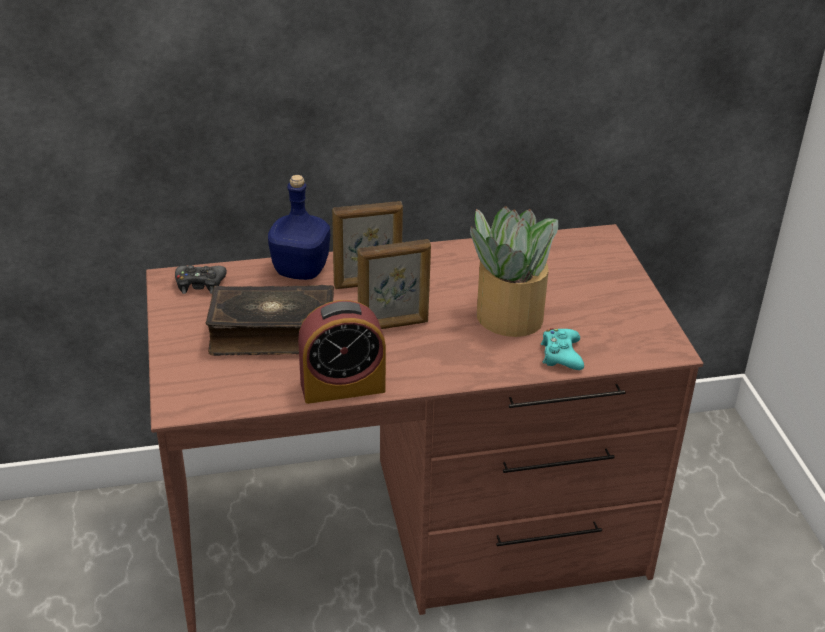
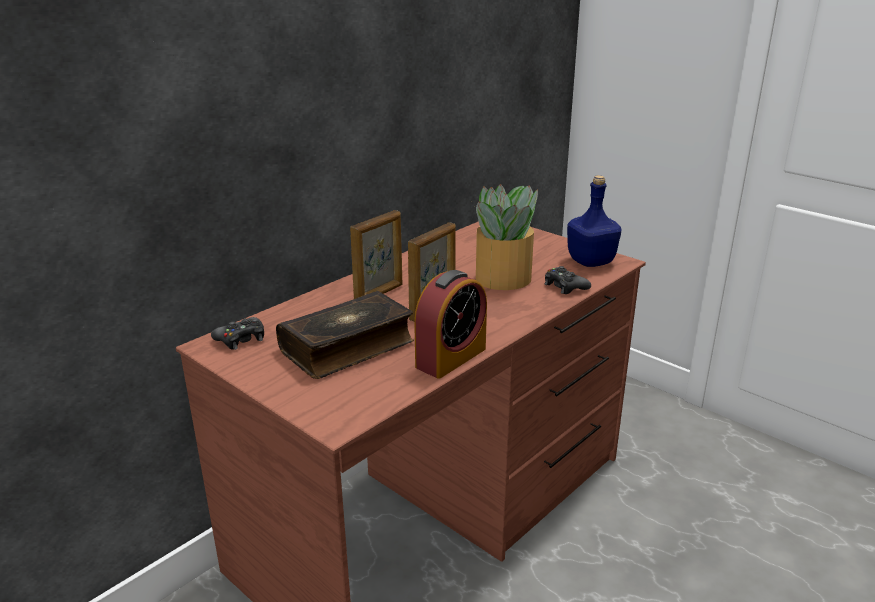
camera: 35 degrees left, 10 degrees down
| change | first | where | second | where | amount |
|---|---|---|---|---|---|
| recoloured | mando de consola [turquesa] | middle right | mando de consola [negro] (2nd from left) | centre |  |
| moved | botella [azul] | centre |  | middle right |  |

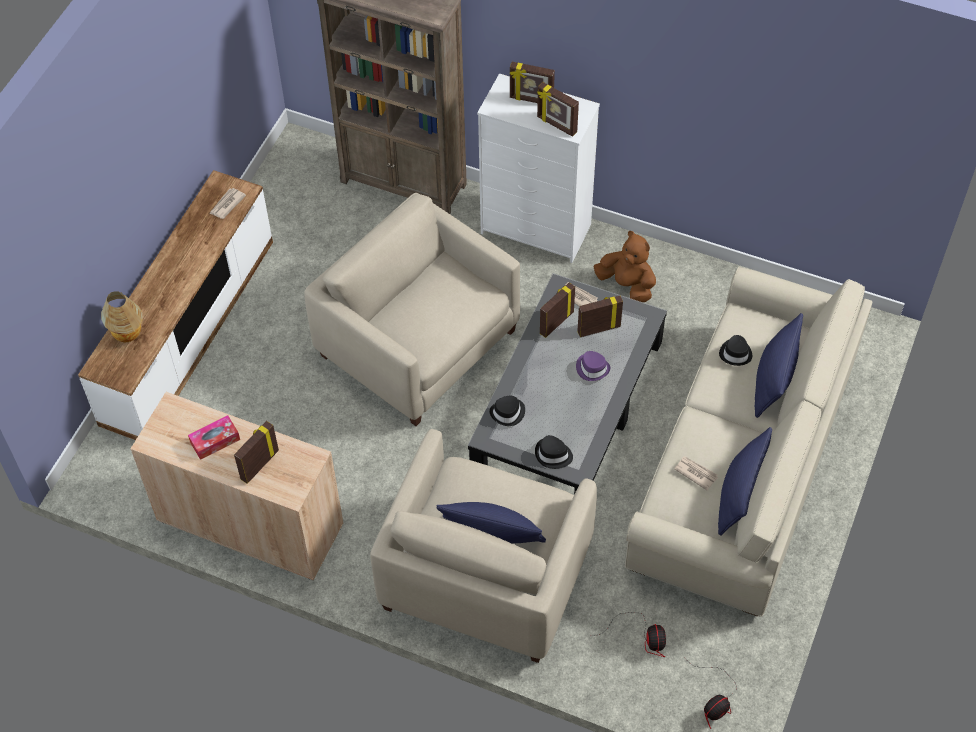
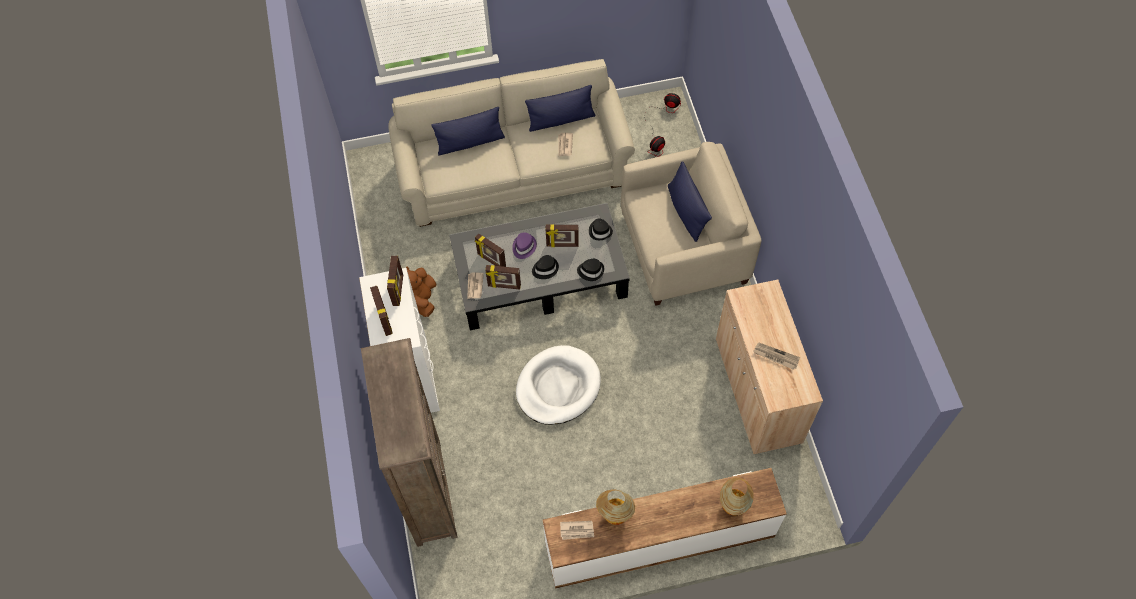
camera: 125 degrees left, 5 degrees up
| change | first | where | second | where | amount |
|---|---|---|---|---|---|
| replaced | sillón [beis] (1st from left) | centre | cama para perro [blanco] | centre |  |
| moved | sombrero [negro] (3rd from left in the first image) | middle right | sombrero [negro] (1st from left) | centre |  |
| moved | portarretratos (1st from left in the first image) | middle left | portarretratos (5th from left) | centre |  |
| added |  |  | lámpara de mesa (1st from left) | bottom centre |  |
| replaced | caja de pañuelos | middle left | periódico (4th from left) | middle right |  |

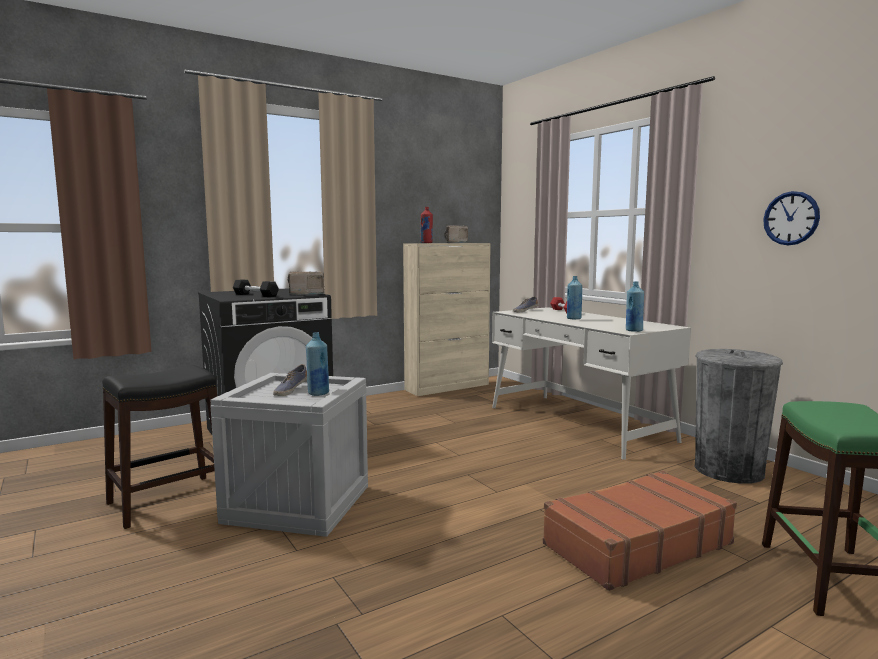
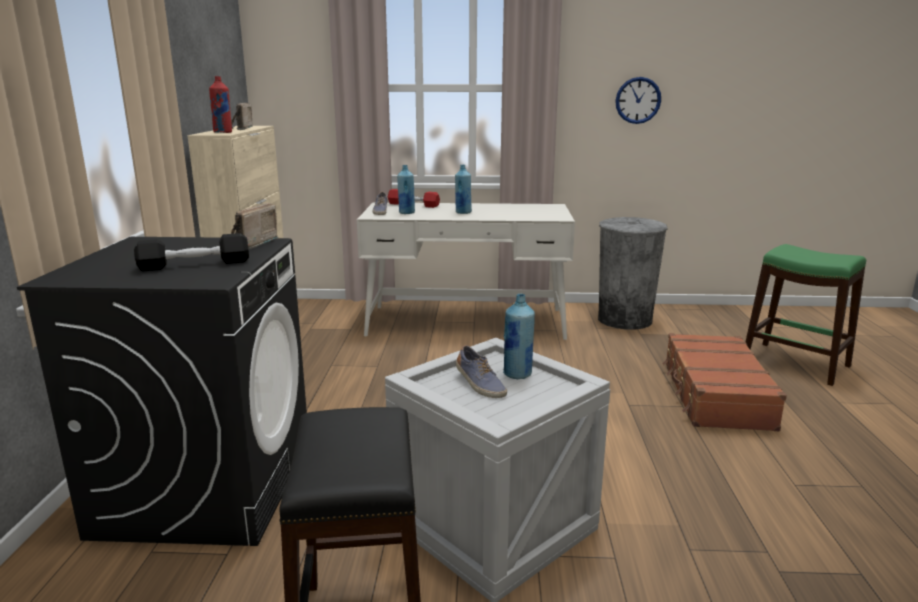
camera: 55 degrees left, 10 degrees up
| change | first | where | second | where | amount |
|---|---|---|---|---|---|
| moved | botella [azul] (3rd from left in the first image) | middle right | botella [azul] (1st from left) | top centre |  |

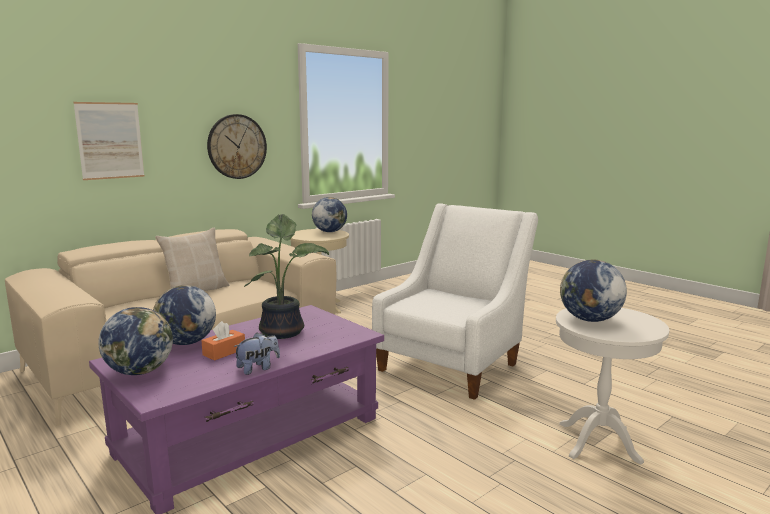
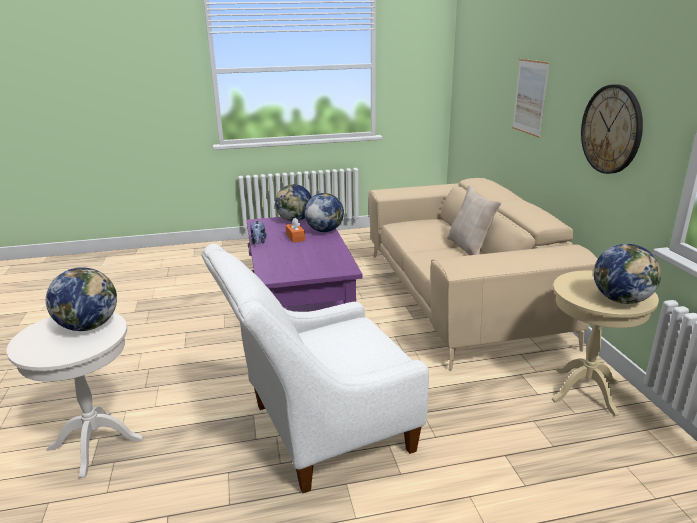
camera: 120 degrees right, 10 degrees up
| change | first | where | second | where | amount |
|---|---|---|---|---|---|
| turned | sillón [blanco] | centre |  | bottom centre | 90 degrees clockwise |
| removed | planta en maceta | centre |  |  |  |

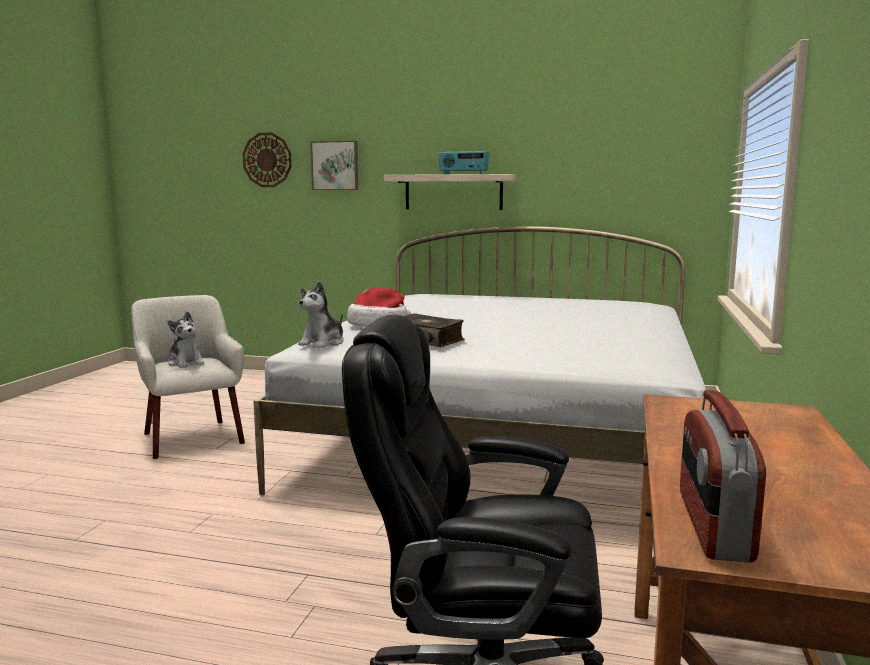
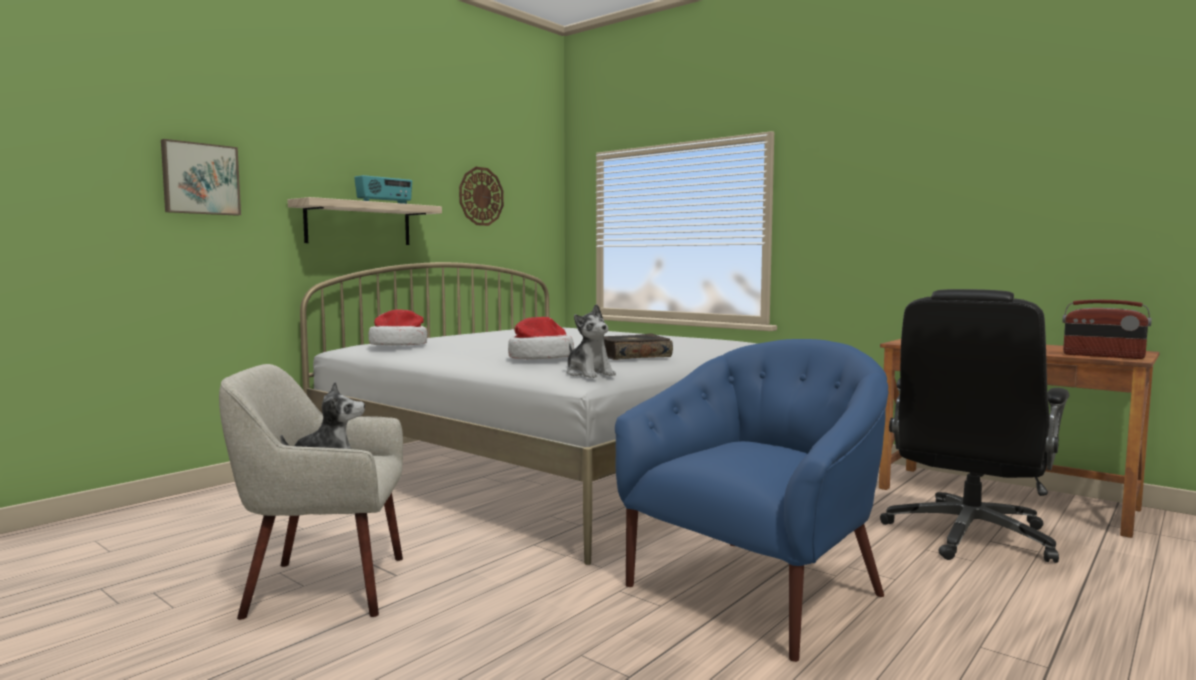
camera: 65 degrees left, 5 degrees down
| change | first | where | second | where | amount |
|---|---|---|---|---|---|
| added |  |  | sombrero (1st from left) | middle left |  |
| moved | reloj de pared | top left |  | top centre |  |
| added |  |  | sillón [azul] | bottom centre |  |

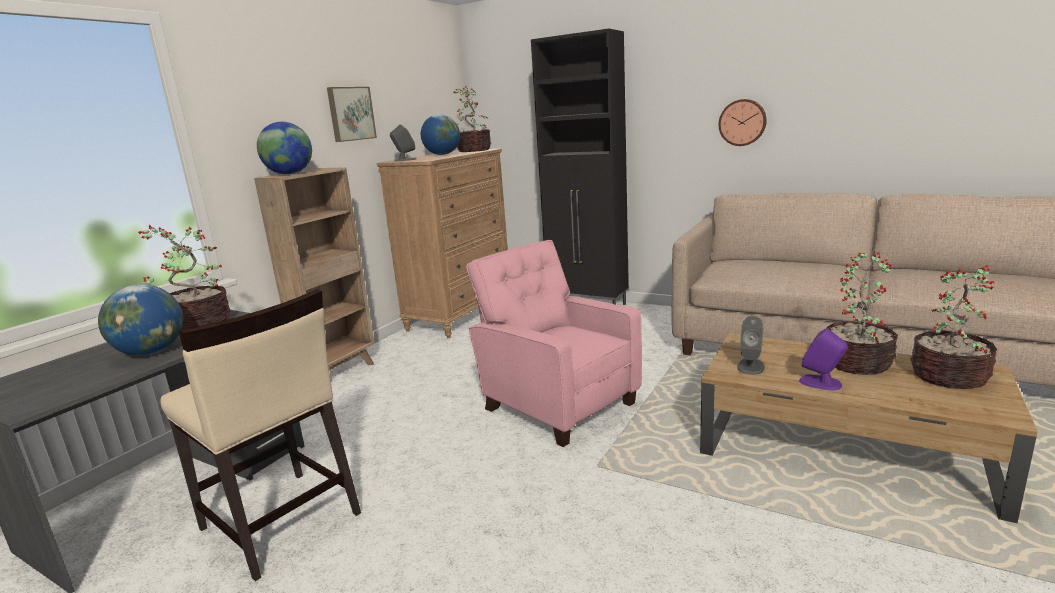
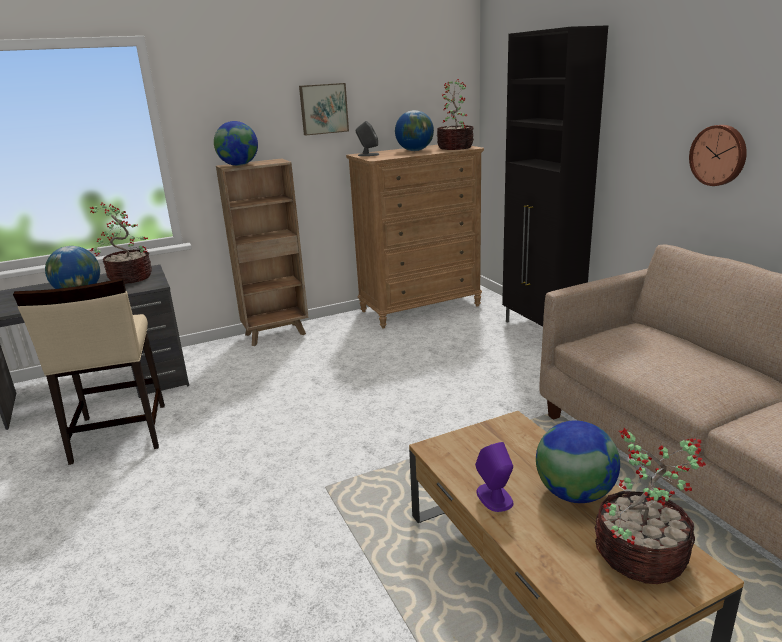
camera: 35 degrees right, 5 degrees up
| change | first | where | second | where | amount |
|---|---|---|---|---|---|
| replaced | planta en maceta (3rd from left) | middle right | globo terráqueo (4th from left) | bottom right |  |
| removed | sillón [rosa] | centre |  |  |  |
| removed | altavoz [gris] (2nd from left) | middle right |  |  |  |

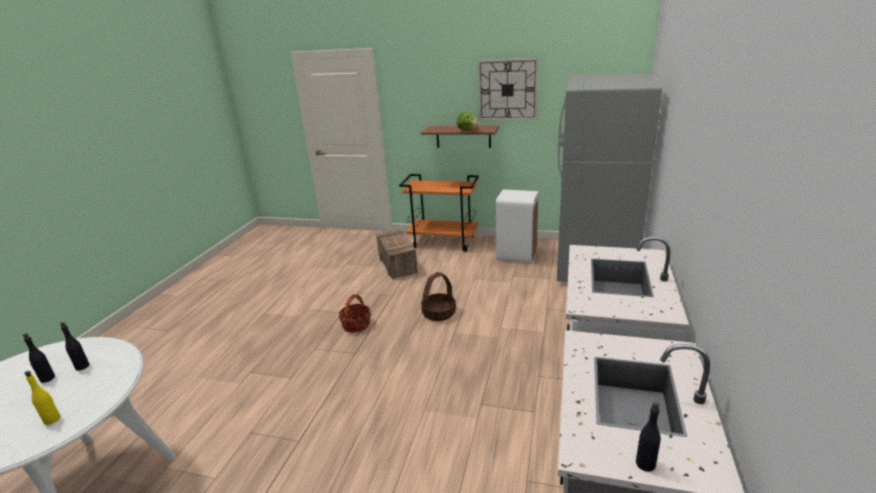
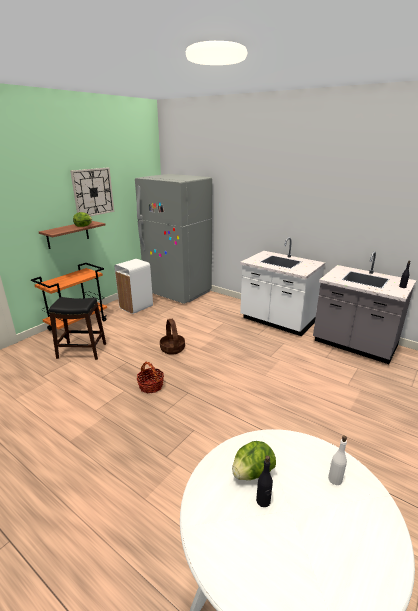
camera: 70 degrees left, 0 degrees up
| change | first | where | second | where | amount |
|---|---|---|---|---|---|
| replaced | caja de embalaje | centre | taburete [negro] | middle left |  |
| replaced | botella [negro] (2nd from left) | bottom left | lechuga (2nd from left) | bottom centre |  |
| recoloured | botella [amarillo] | bottom left | botella [blanco] | bottom right |  |

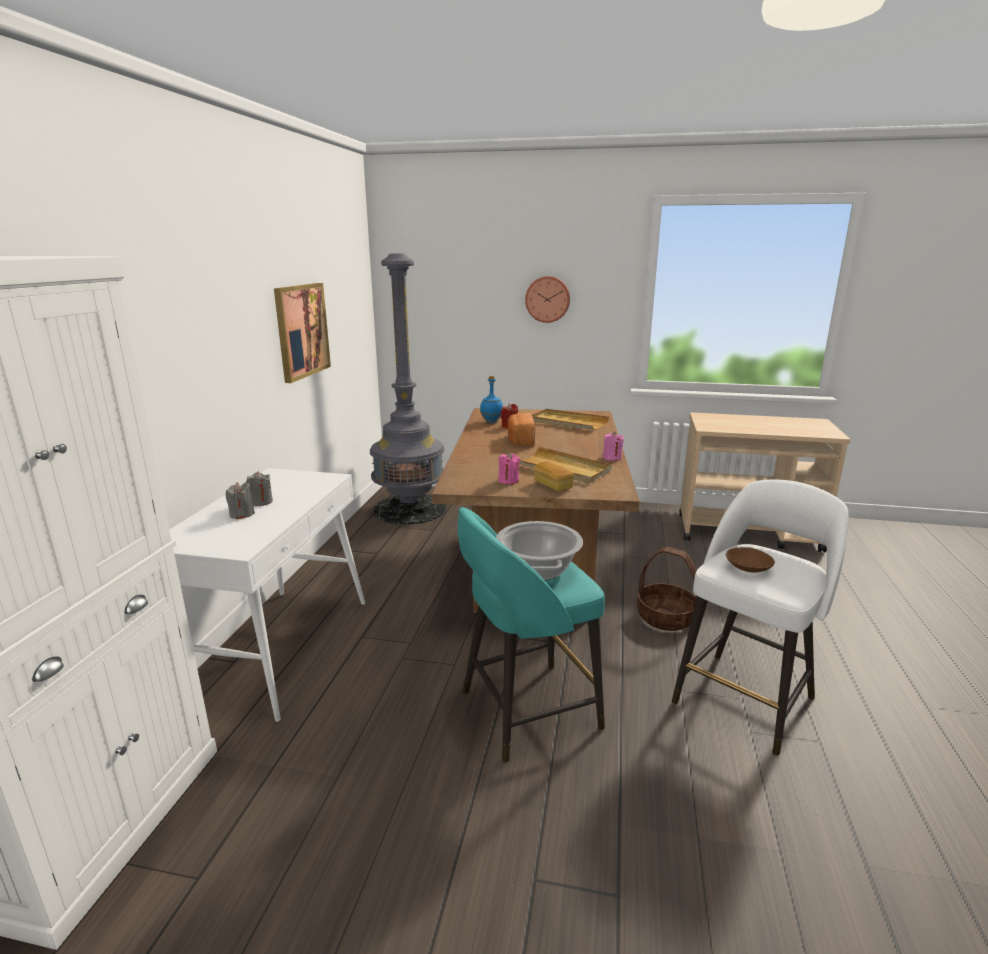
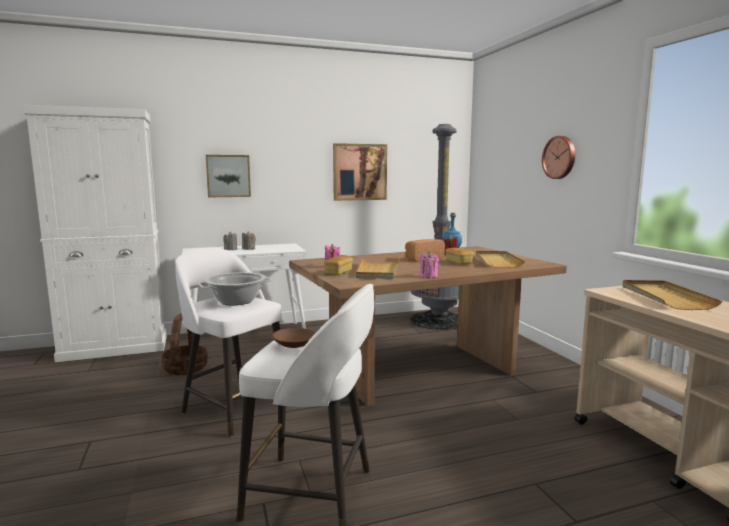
camera: 60 degrees right, 10 degrees down
| change | first | where | second | where | amount |
|---|---|---|---|---|---|
| moved | cesta | middle right |  | middle left |  |
| recoloured | taburete [turquesa] | centre | taburete [blanco] (1st from left) | middle left |  |
| added |  |  | cuadro (1st from left) | middle left |  |
| added |  |  | pan (3rd from left) | centre |  |
| added |  |  | bandeja [beis] (3rd from left) | middle right |  |

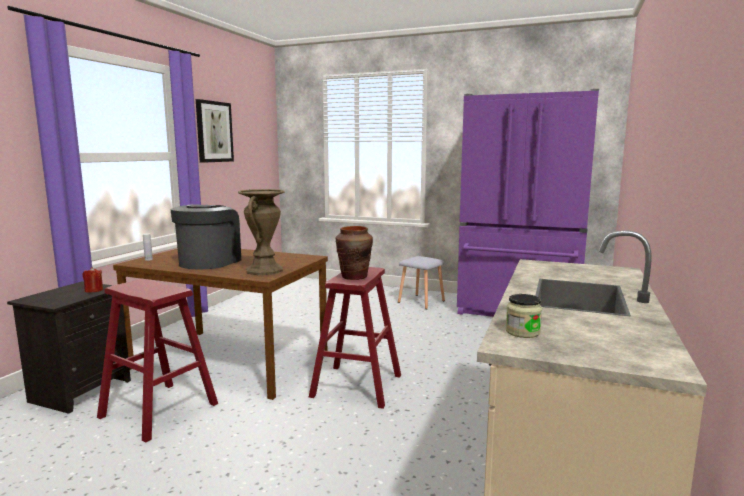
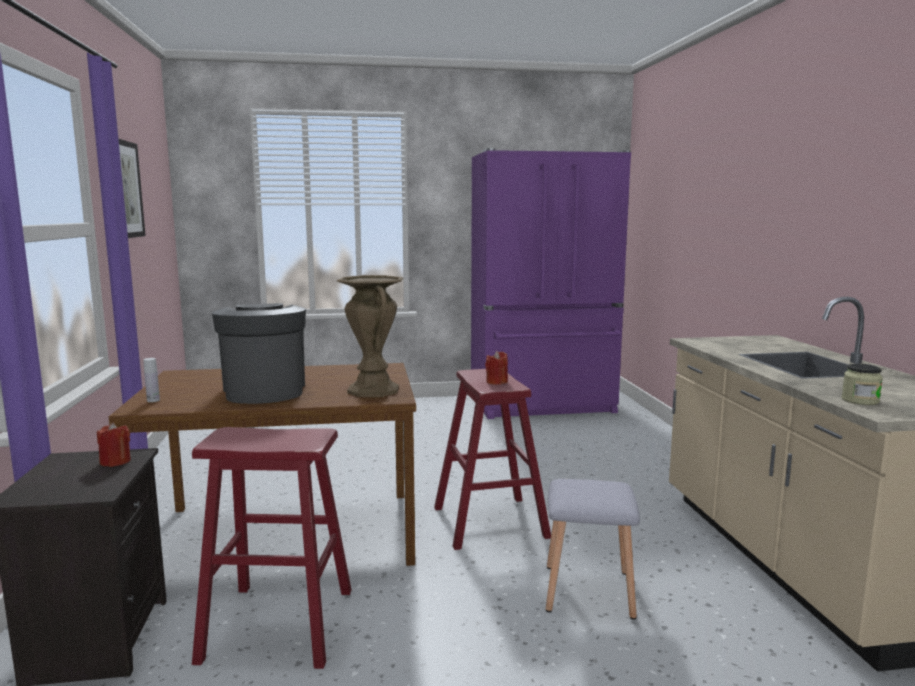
camera: 30 degrees left, 0 degrees up
| change | first | where | second | where | amount |
|---|---|---|---|---|---|
| replaced | florero [marrón] (2nd from left) | centre | vela [rojo] (2nd from left) | centre |  |
| moved | taburete [gris] | centre |  | bottom centre |  |

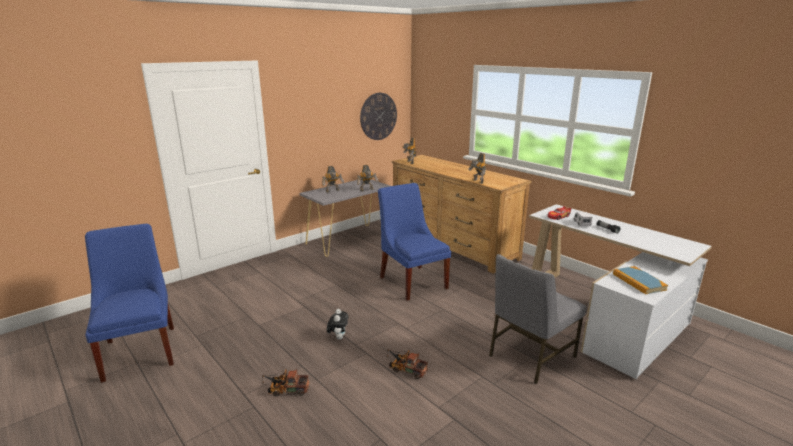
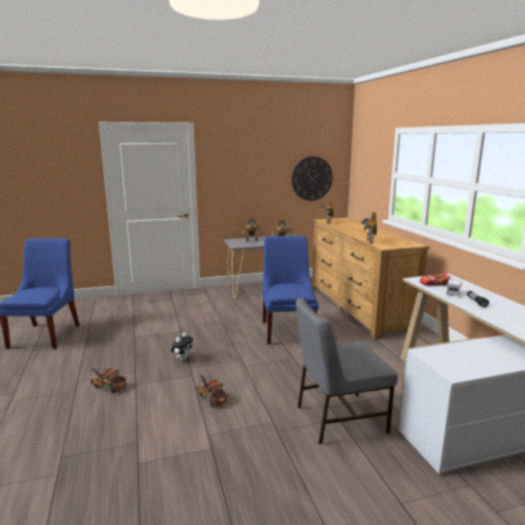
camera: 25 degrees right, 5 degrees down
| change | first | where | second | where | amount |
|---|---|---|---|---|---|
| removed | libro | middle right |  |  |  |

